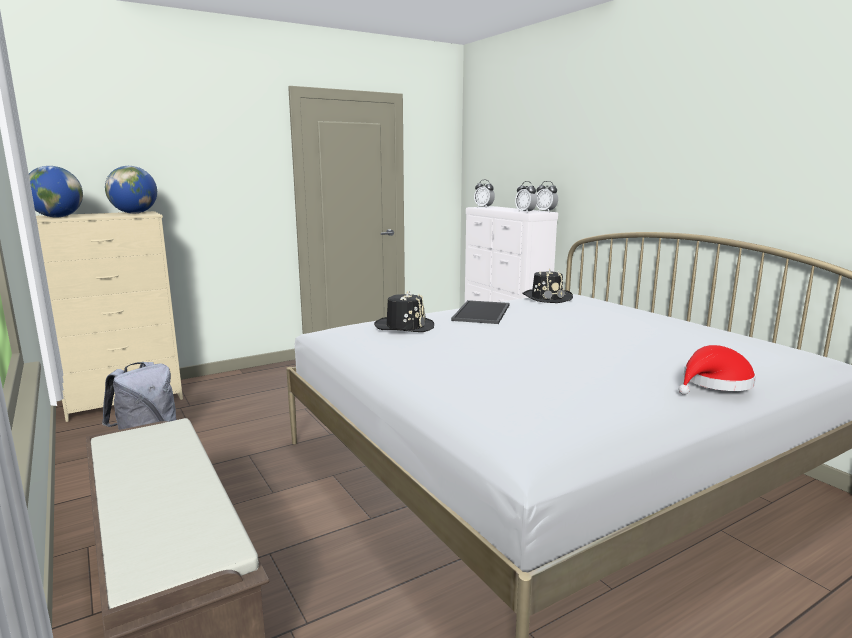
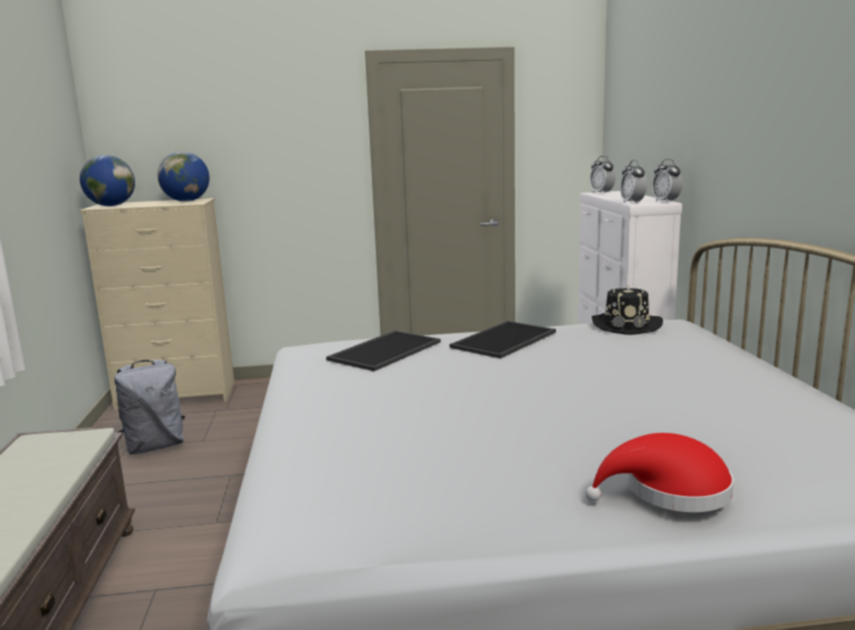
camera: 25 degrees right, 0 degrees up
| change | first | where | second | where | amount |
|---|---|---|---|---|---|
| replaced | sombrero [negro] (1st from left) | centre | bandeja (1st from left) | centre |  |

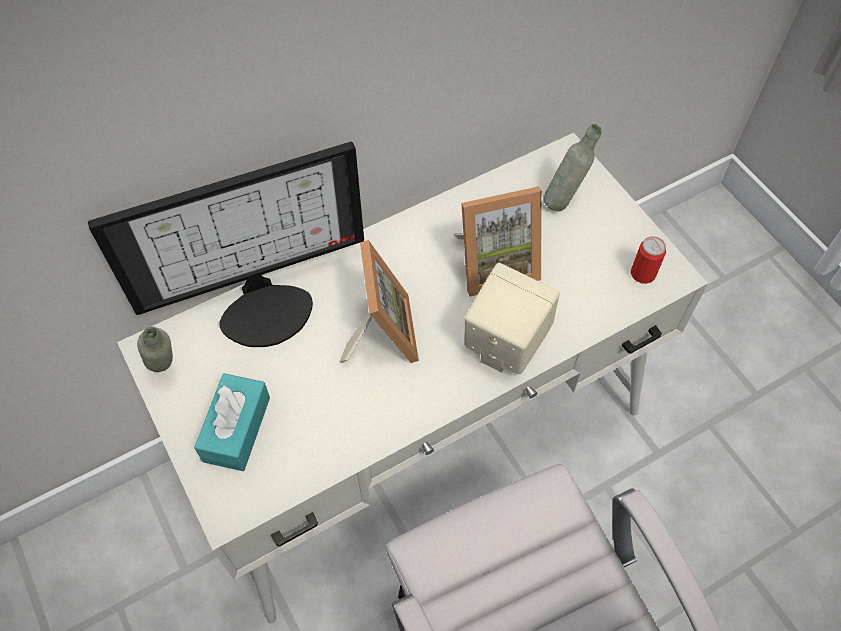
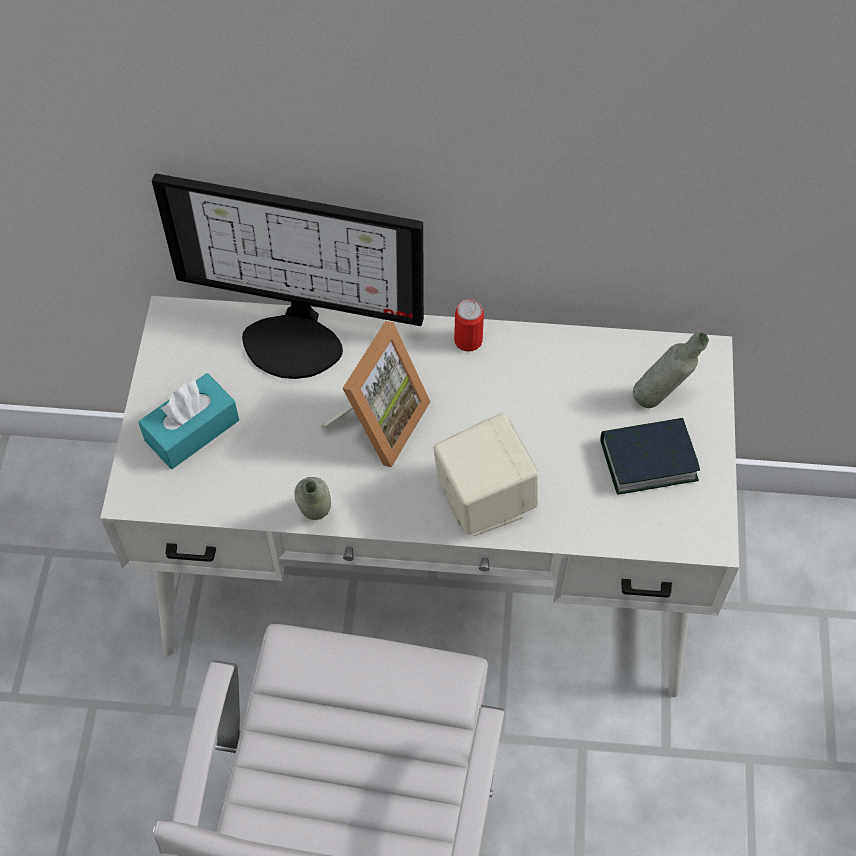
camera: 35 degrees right, 0 degrees up
| change | first | where | second | where | amount |
|---|---|---|---|---|---|
| moved | botella [gris] (1st from left) | middle left |  | centre |  |
| moved | lata | middle right |  | centre |  |
| added |  |  | libro | middle right |  |
| removed | portarretratos (2nd from left) | centre |  |  |  |

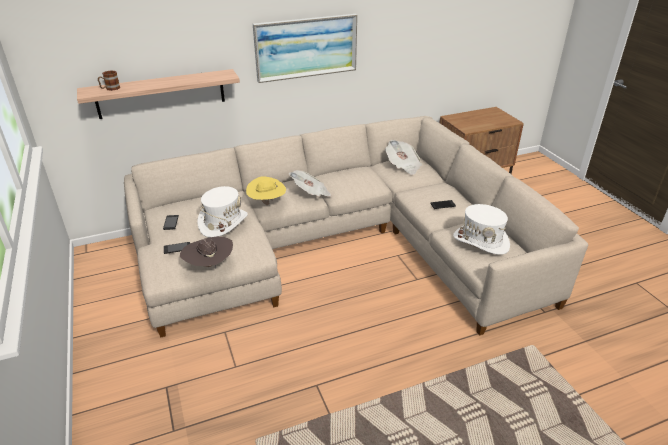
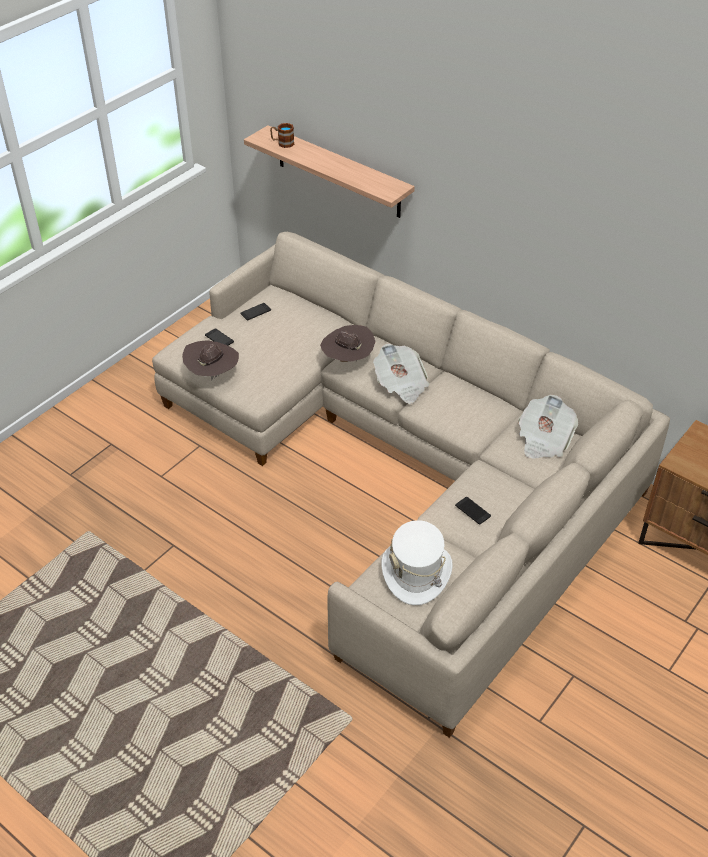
camera: 60 degrees right, 10 degrees up
| change | first | where | second | where | amount |
|---|---|---|---|---|---|
| recoloured | sombrero [amarillo] | centre | sombrero [marrón] (2nd from left) | centre |  |
| removed | sombrero [blanco] (1st from left) | middle left |  |  |  |
| removed | cuadro | top centre |  |  |  |

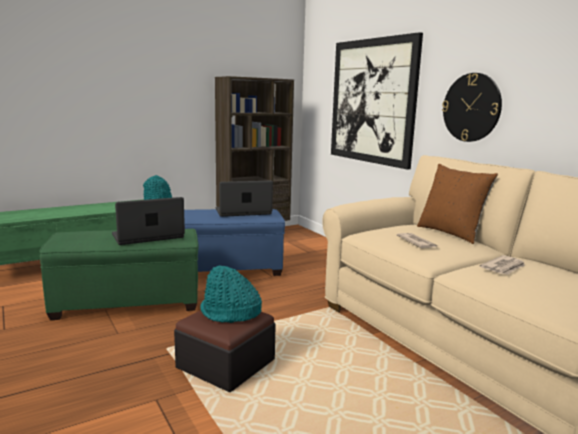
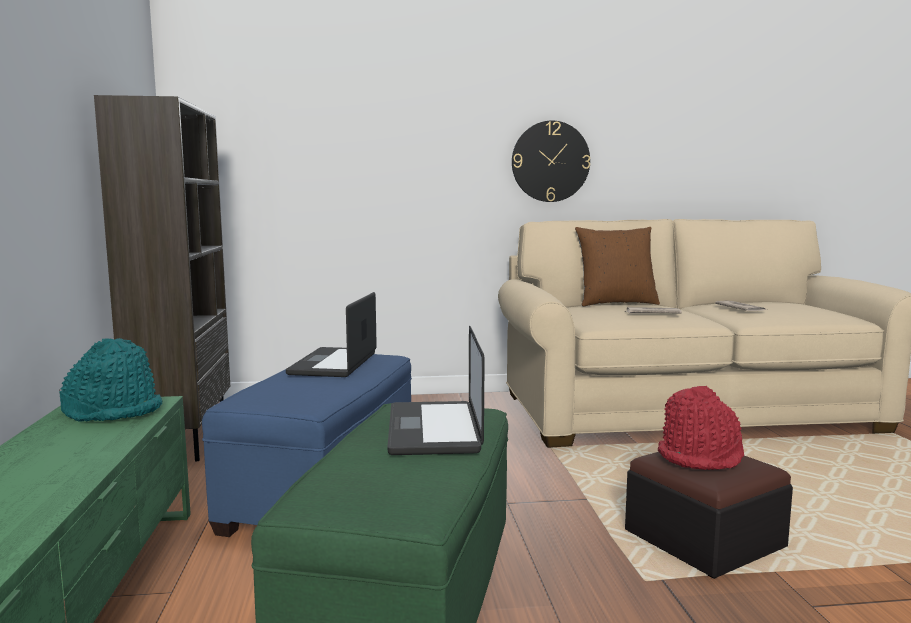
camera: 65 degrees left, 5 degrees down
| change | first | where | second | where | amount |
|---|---|---|---|---|---|
| recoloured | sombrero [turquesa] (2nd from left) | bottom centre | sombrero [rojo] | bottom right |  |
| removed | cuadro | top centre |  |  |  |

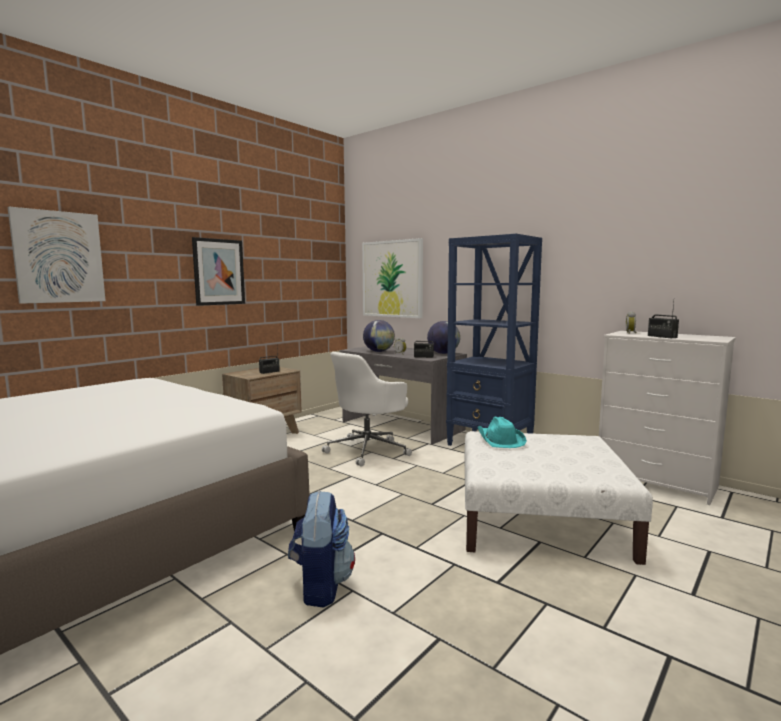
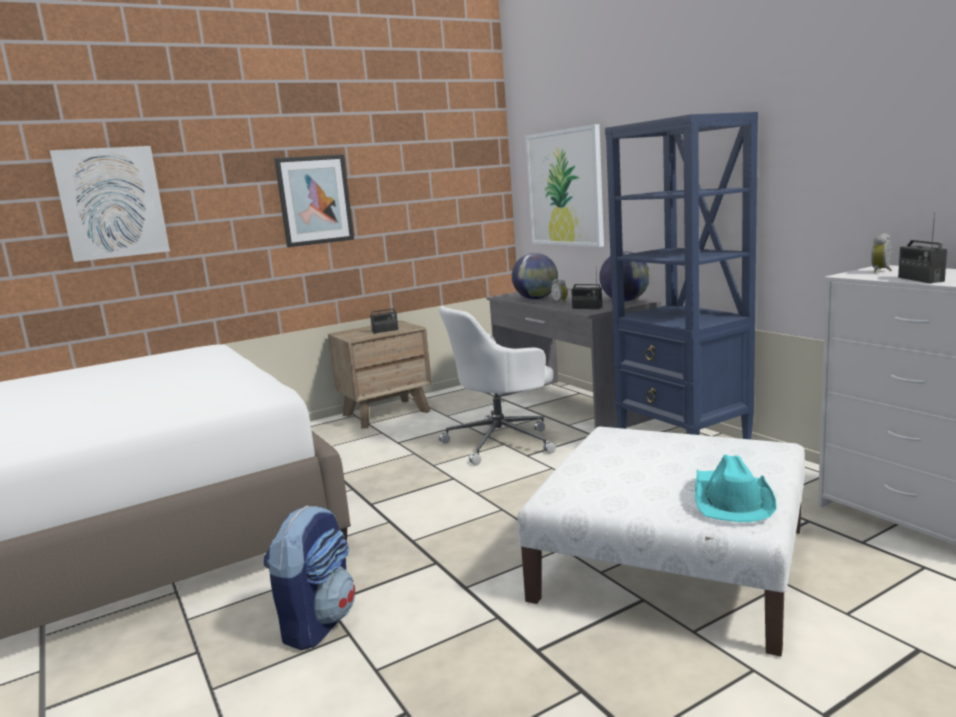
camera: 20 degrees right, 5 degrees up
| change | first | where | second | where | amount |
|---|---|---|---|---|---|
| moved | sombrero [turquesa] | centre |  | bottom right |  |

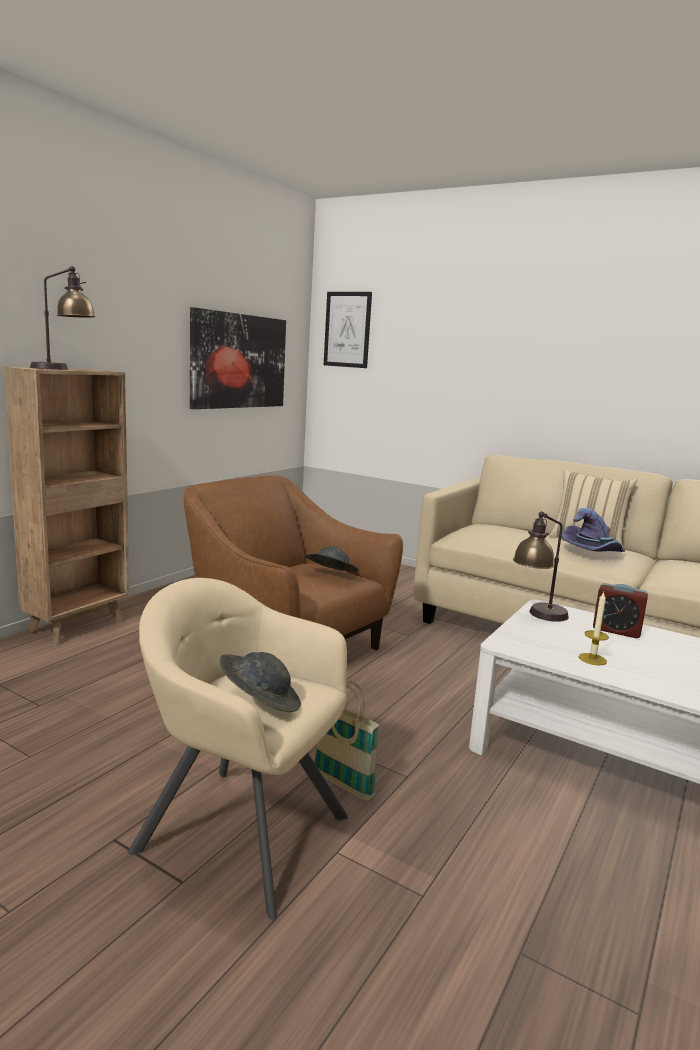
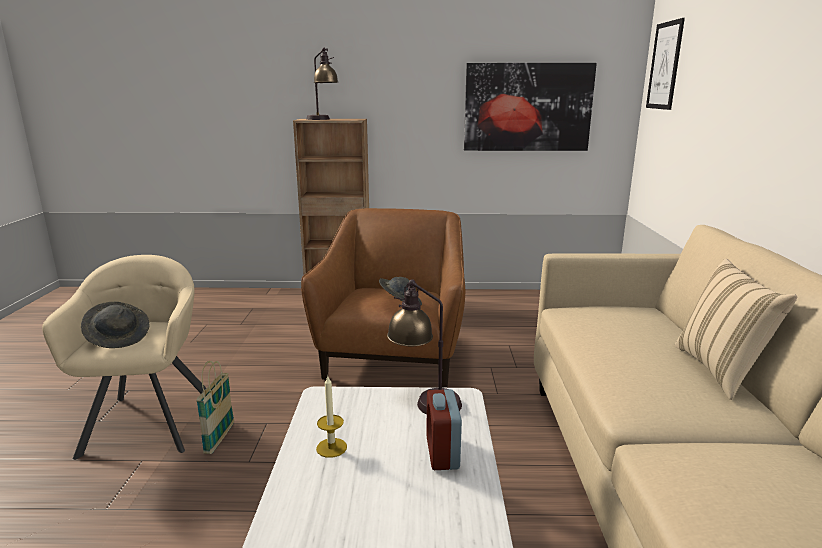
camera: 60 degrees right, 5 degrees up
| change | first | where | second | where | amount |
|---|---|---|---|---|---|
| removed | sombrero [morado] | middle right |  |  |  |

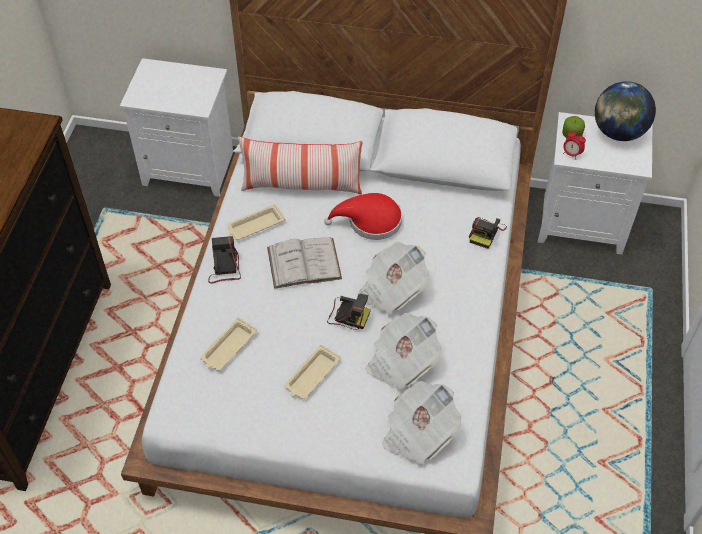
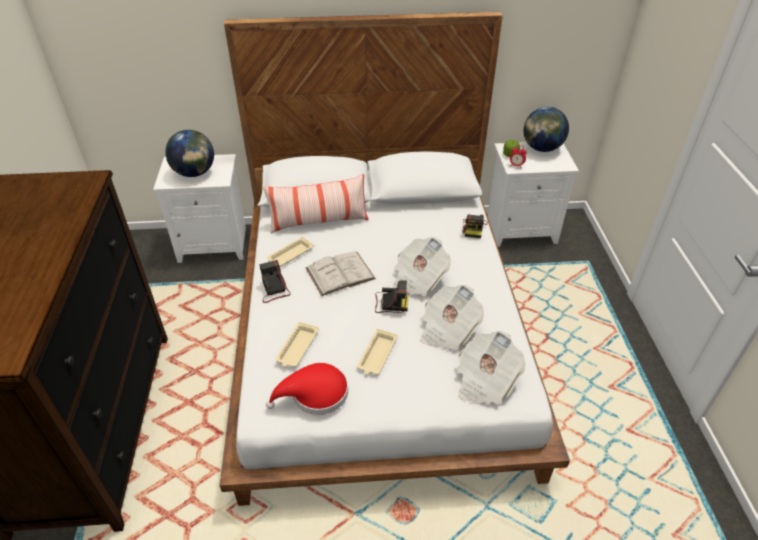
camera: 15 degrees left, 10 degrees down
| change | first | where | second | where | amount |
|---|---|---|---|---|---|
| added |  |  | globo terráqueo (1st from left) | top left |  |
| moved | sombrero [rojo] | centre |  | bottom centre |  |

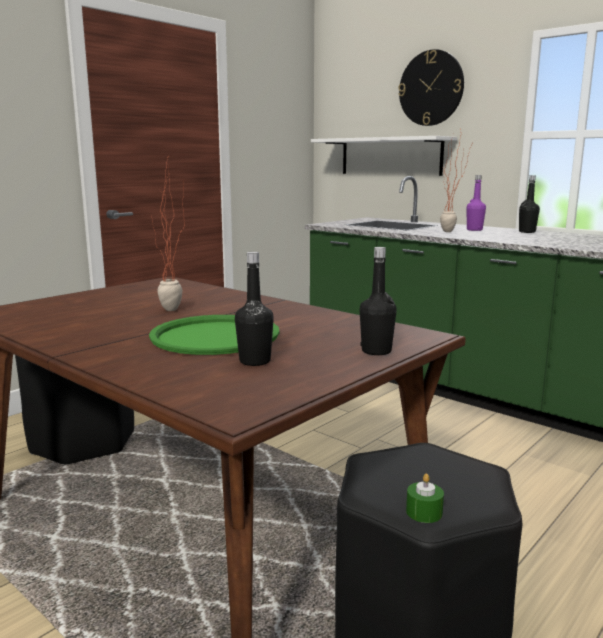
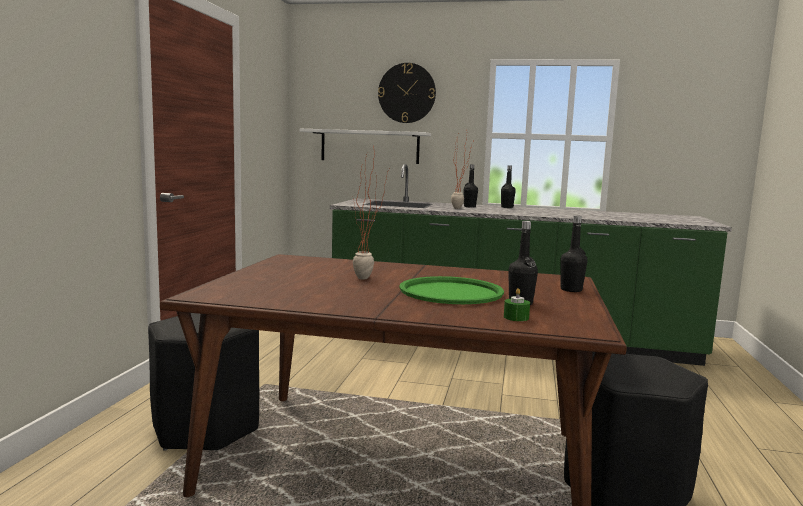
camera: 30 degrees left, 5 degrees down
| change | first | where | second | where | amount |
|---|---|---|---|---|---|
| recoloured | botella [morado] | top right | botella [negro] (1st from left) | centre |  |
| moved | vela [verde] | bottom right |  | centre |  |

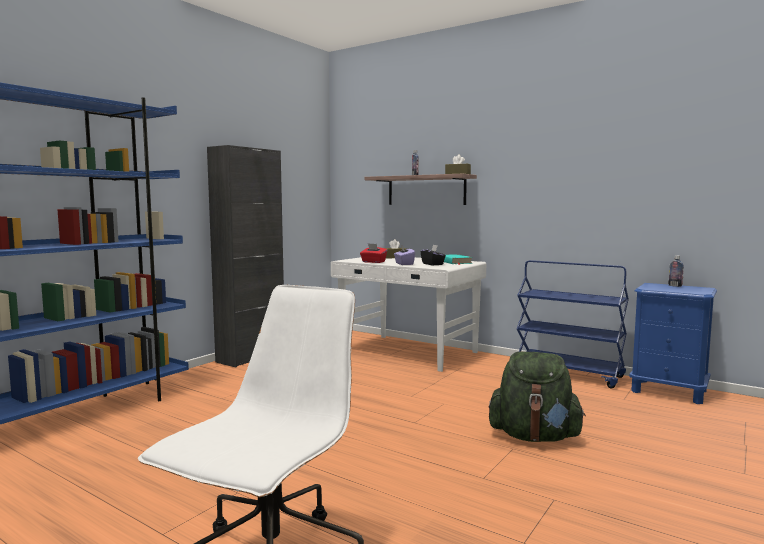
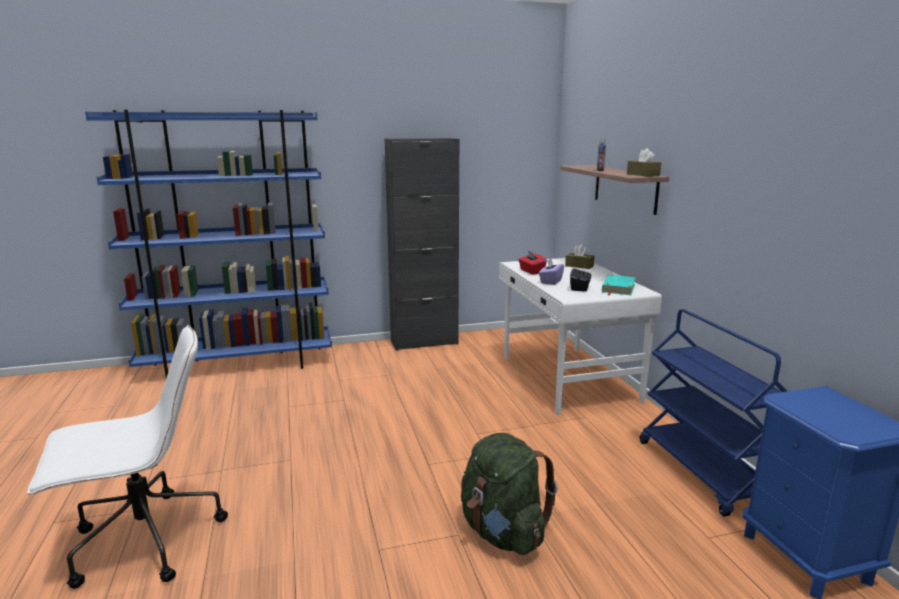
camera: 40 degrees right, 10 degrees up
| change | first | where | second | where | amount |
|---|---|---|---|---|---|
| removed | botella (2nd from left) | middle right |  |  |  |

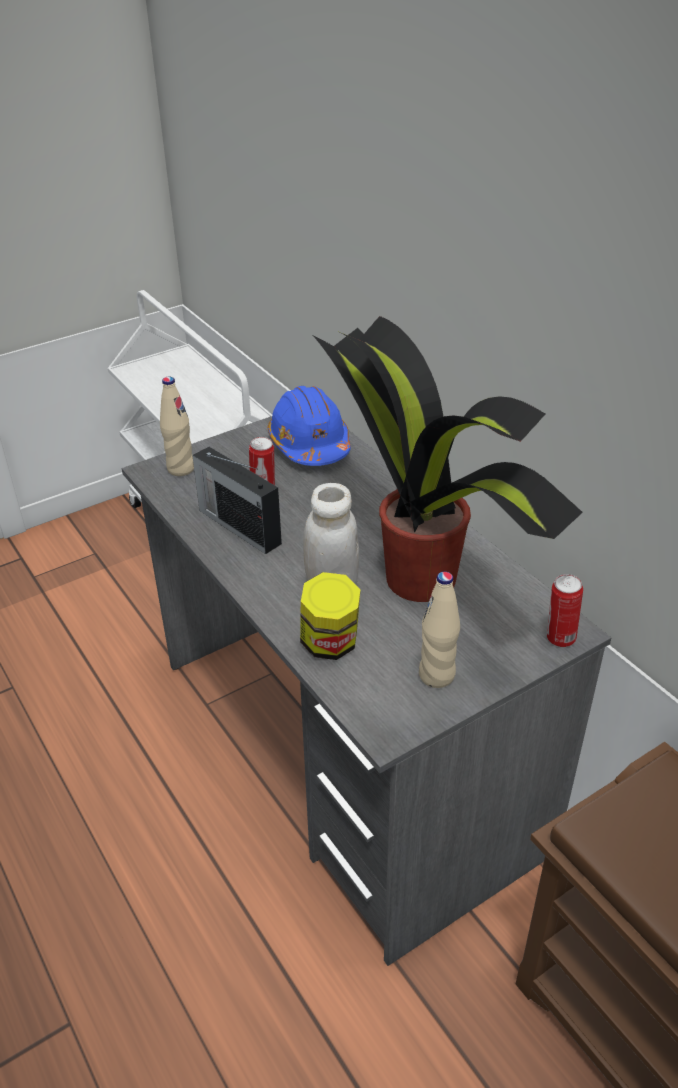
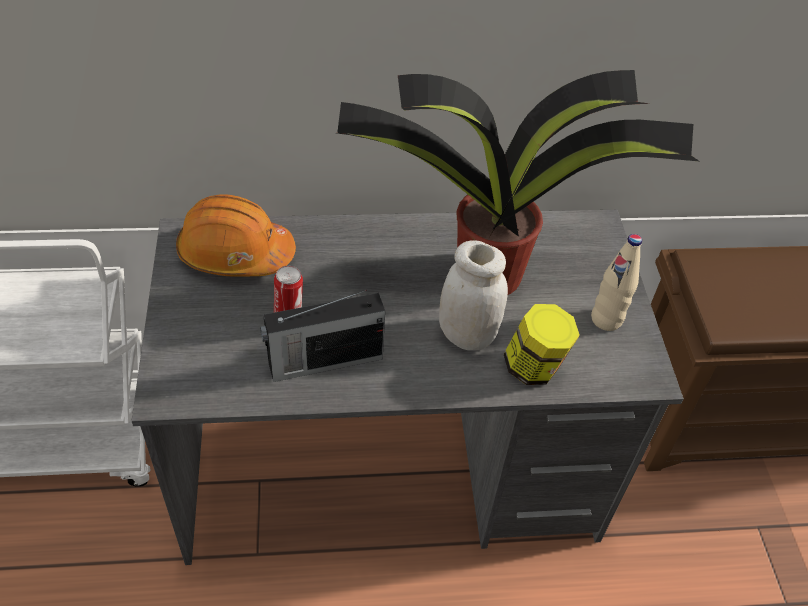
camera: 65 degrees left, 10 degrees up
| change | first | where | second | where | amount |
|---|---|---|---|---|---|
| recoloured | casco [azul] | centre | casco [naranja] | middle left |  |
| removed | botella [beis] (1st from left) | middle left |  |  |  |
| removed | lata (2nd from left) | middle right |  |  |  |

